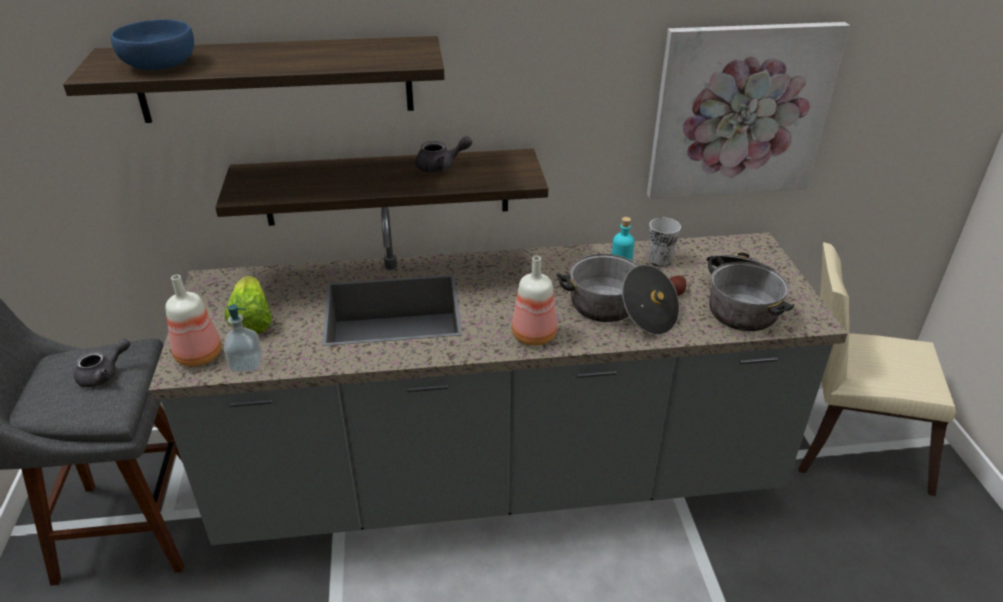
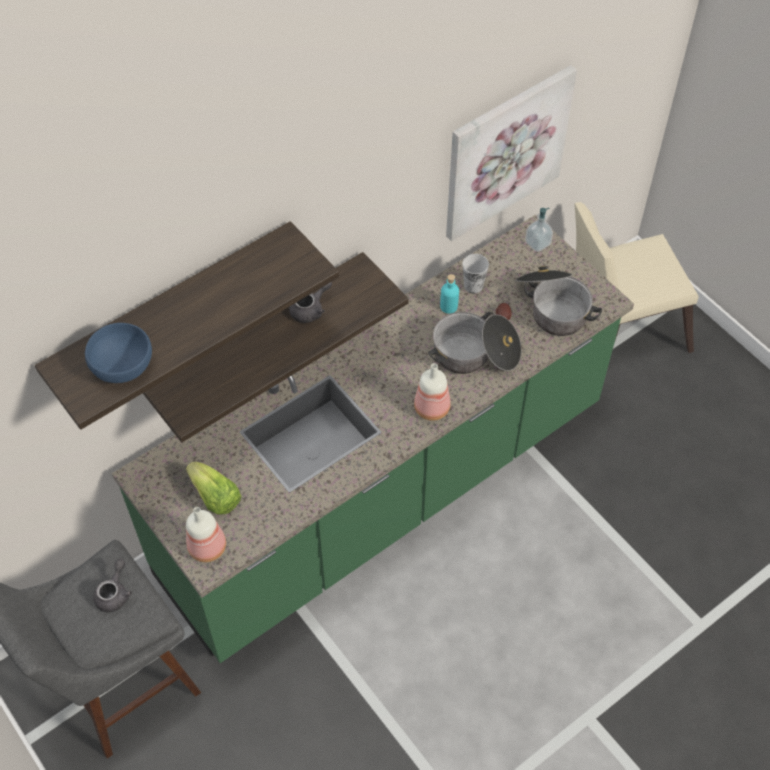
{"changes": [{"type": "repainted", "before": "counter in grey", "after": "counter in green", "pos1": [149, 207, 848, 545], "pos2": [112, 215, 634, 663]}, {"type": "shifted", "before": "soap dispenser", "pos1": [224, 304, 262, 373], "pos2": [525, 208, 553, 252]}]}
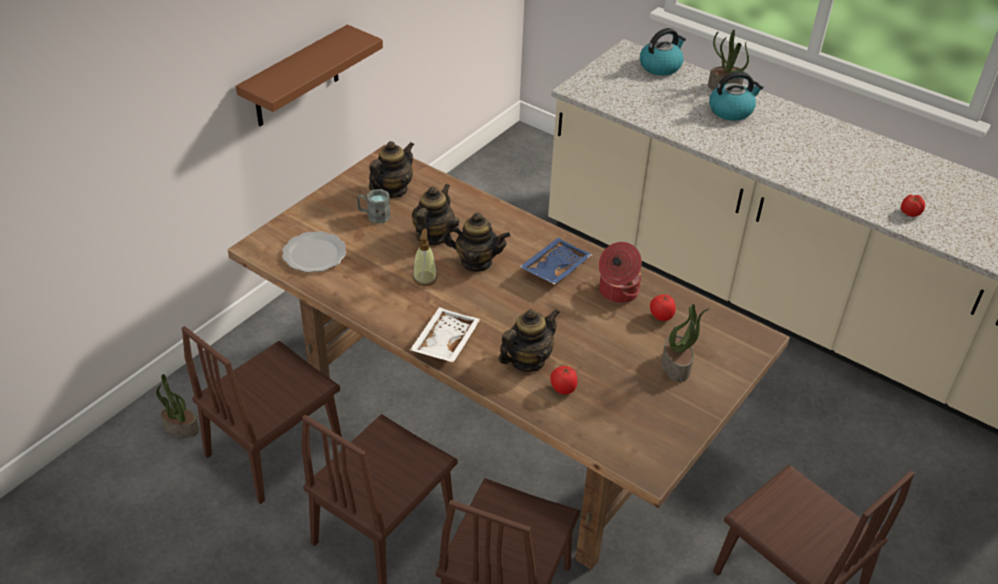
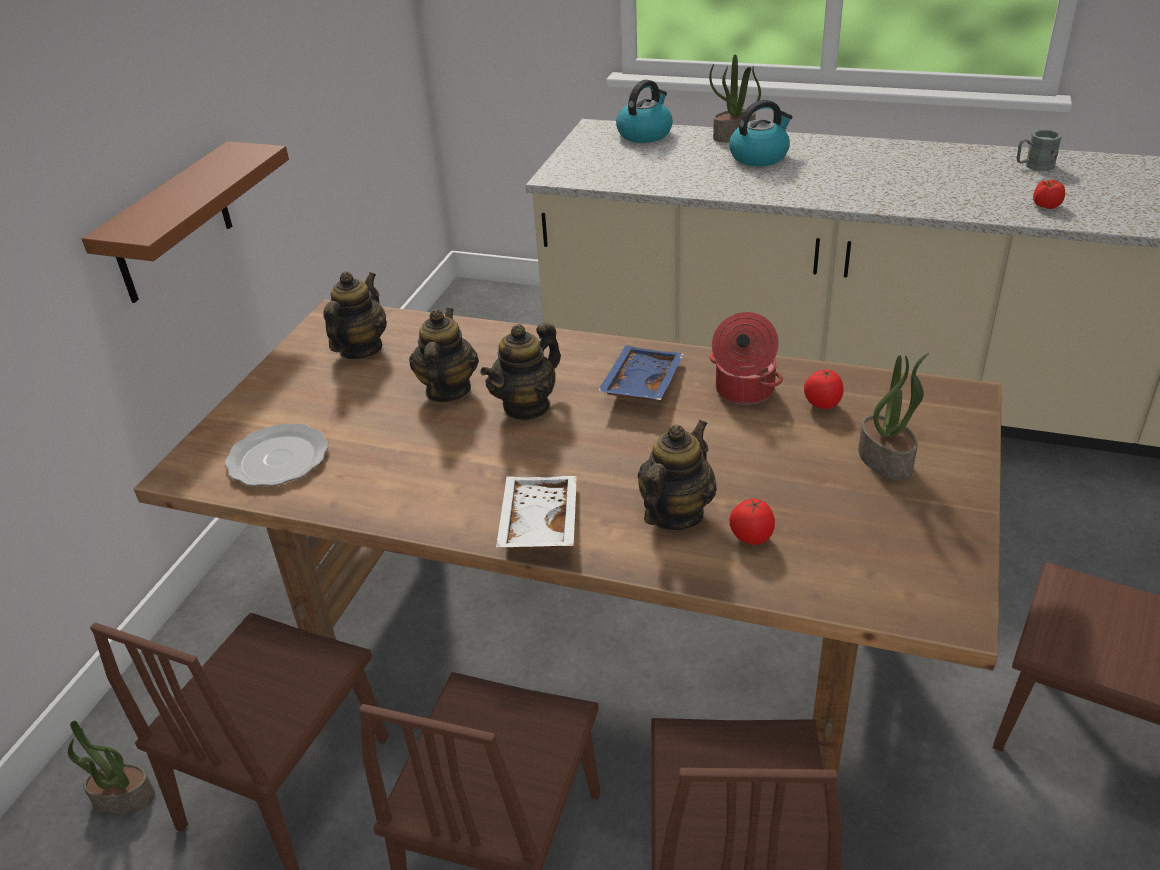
{"changes": [{"type": "shifted", "before": "mug in grey", "pos1": [357, 189, 391, 224], "pos2": [1017, 129, 1062, 171]}, {"type": "rotated", "before": "teapot", "pos1": [443, 212, 511, 272], "pos2": [480, 322, 561, 421], "turn": 135}, {"type": "gone", "before": "soap dispenser", "pos1": [413, 229, 437, 286]}]}
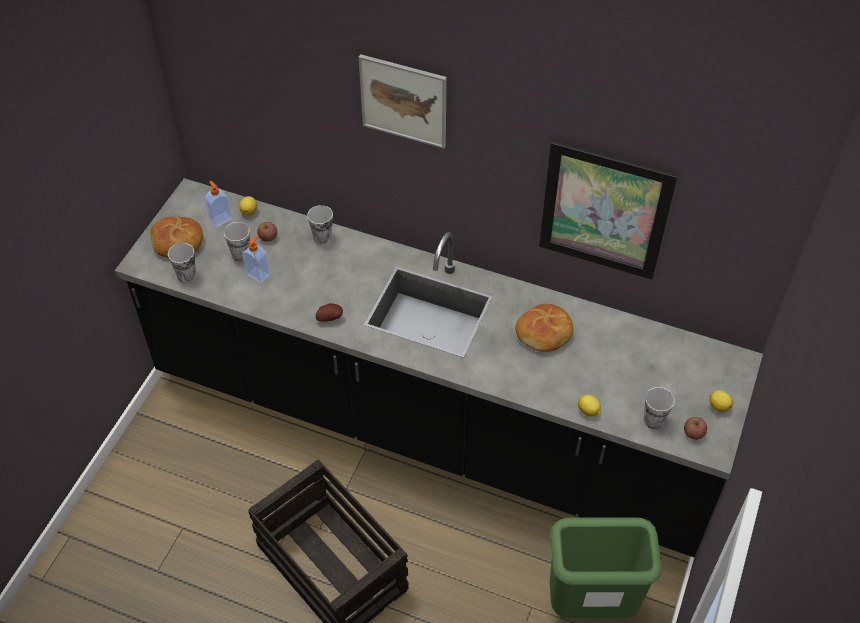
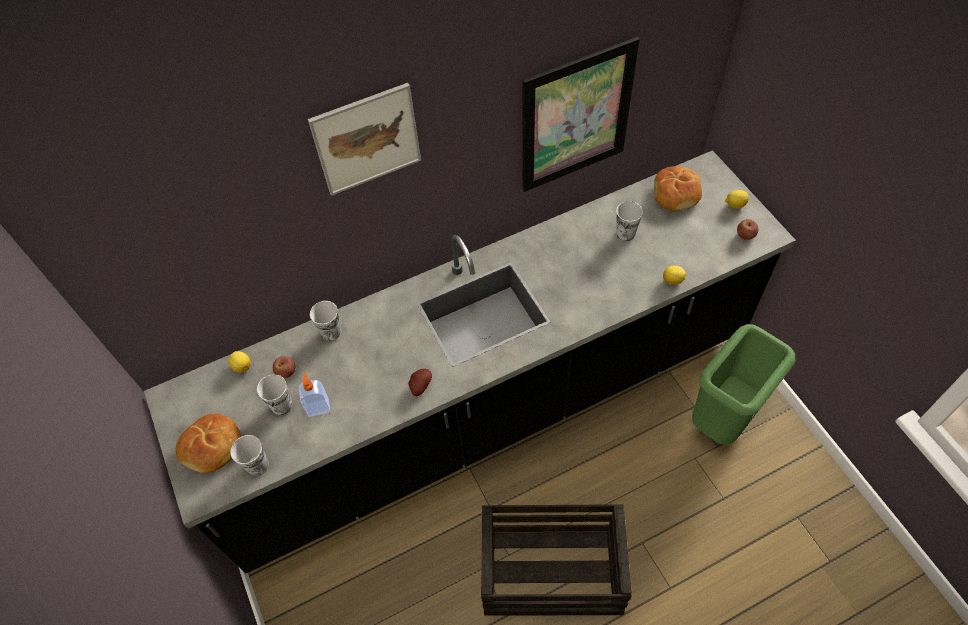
{"changes": [{"type": "gone", "before": "soap dispenser", "pos1": [205, 181, 232, 227]}, {"type": "shifted", "before": "bread", "pos1": [515, 304, 573, 352], "pos2": [654, 166, 702, 211]}, {"type": "shifted", "before": "cup", "pos1": [644, 387, 675, 429], "pos2": [616, 201, 643, 241]}]}
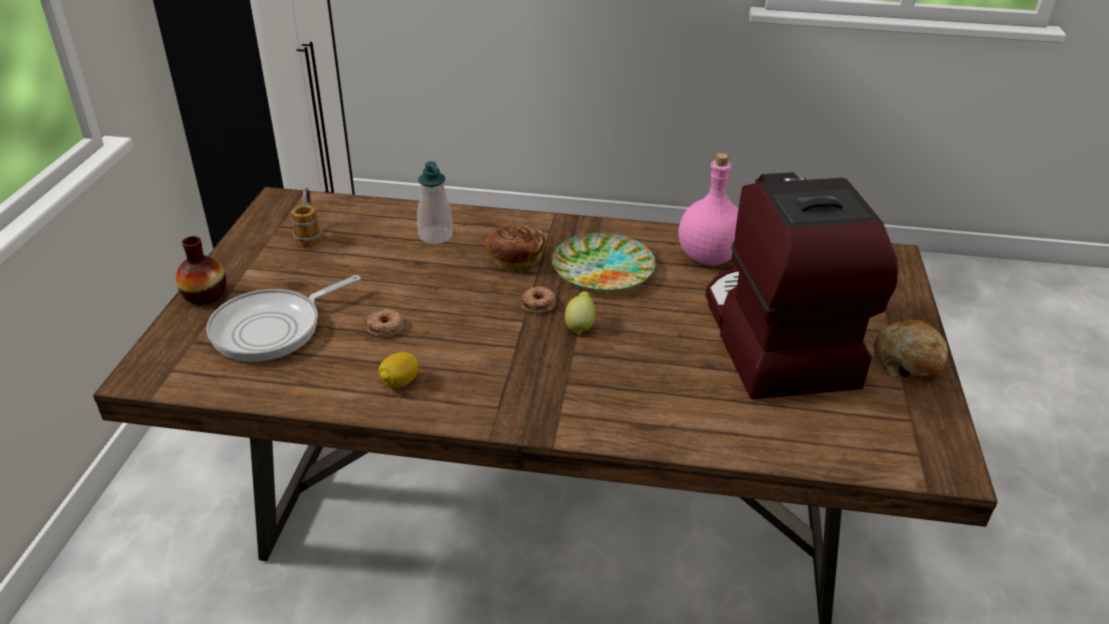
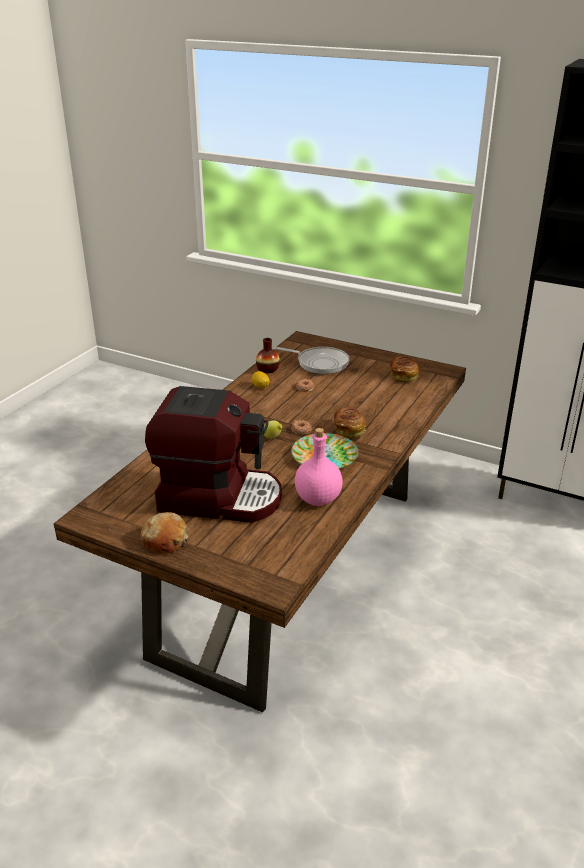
{"changes": [{"type": "gone", "before": "soap dispenser", "pos1": [417, 161, 453, 244]}, {"type": "swapped", "before": "mug", "after": "bread", "pos1": [291, 187, 322, 248], "pos2": [390, 356, 419, 383]}, {"type": "shifted", "before": "vase", "pos1": [176, 236, 226, 305], "pos2": [256, 338, 280, 373]}, {"type": "rotated", "before": "frying pan", "pos1": [206, 275, 361, 362], "pos2": [274, 347, 350, 374], "turn": 135}]}
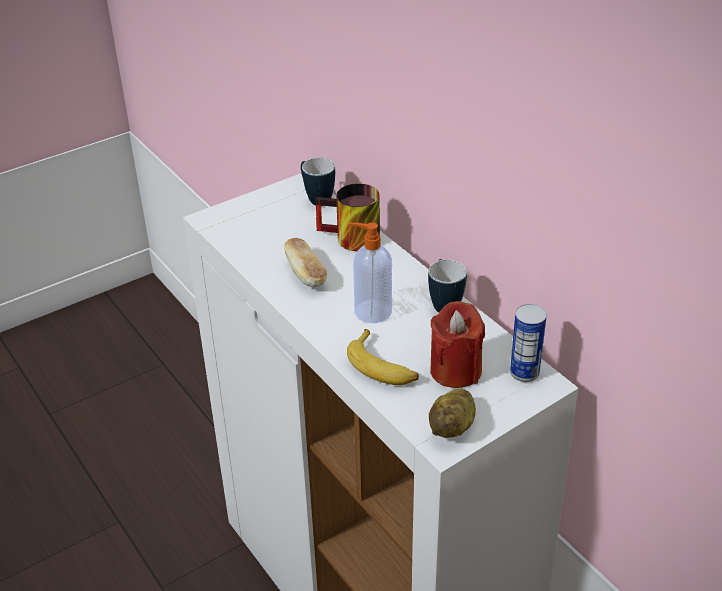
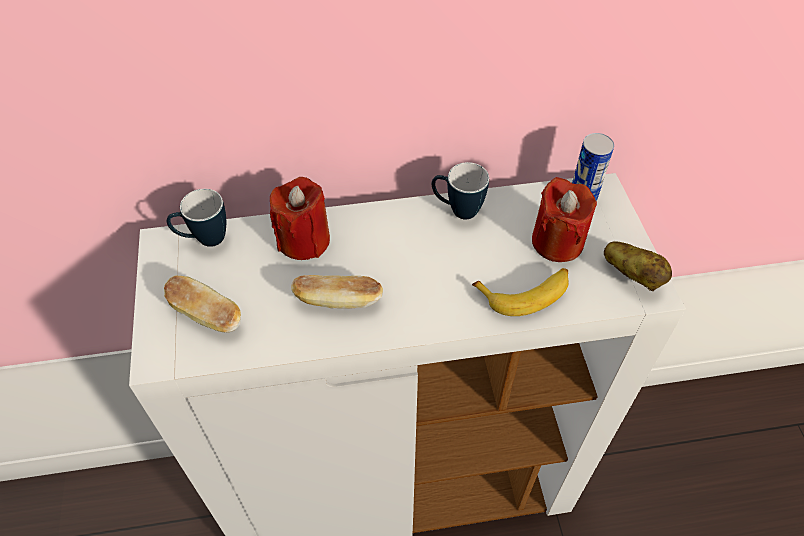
{"changes": [{"type": "swapped", "before": "mug", "after": "candle in red", "pos1": [316, 183, 380, 251], "pos2": [270, 177, 330, 260]}, {"type": "gone", "before": "soap dispenser", "pos1": [349, 222, 392, 323]}, {"type": "new", "after": "bread", "pos2": [164, 276, 241, 333]}]}
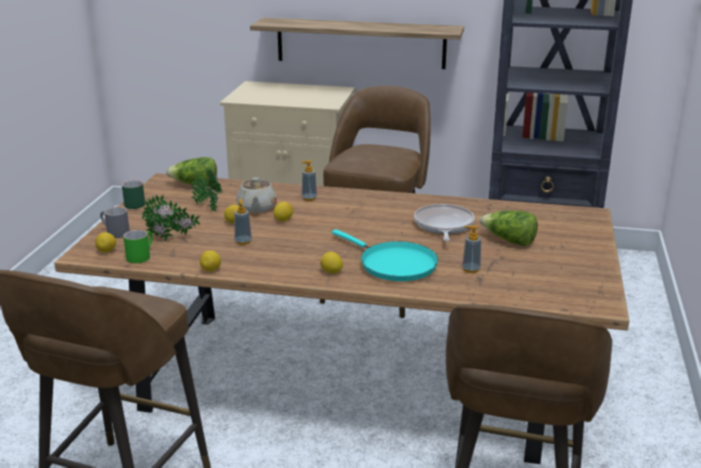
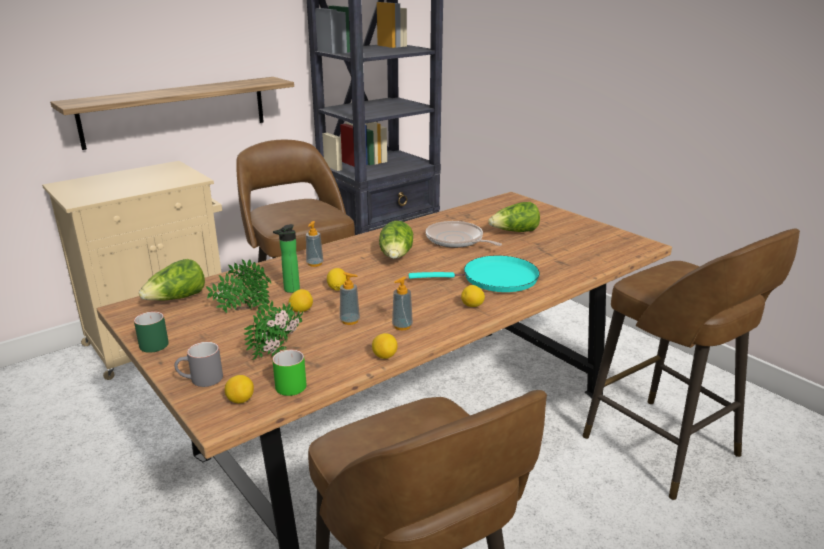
{"changes": [{"type": "swapped", "before": "teapot in beige", "after": "bottle", "pos1": [237, 177, 277, 213], "pos2": [273, 224, 300, 293]}, {"type": "shifted", "before": "soap dispenser", "pos1": [462, 226, 481, 273], "pos2": [392, 277, 413, 330]}, {"type": "new", "after": "lettuce", "pos2": [379, 221, 413, 259]}]}
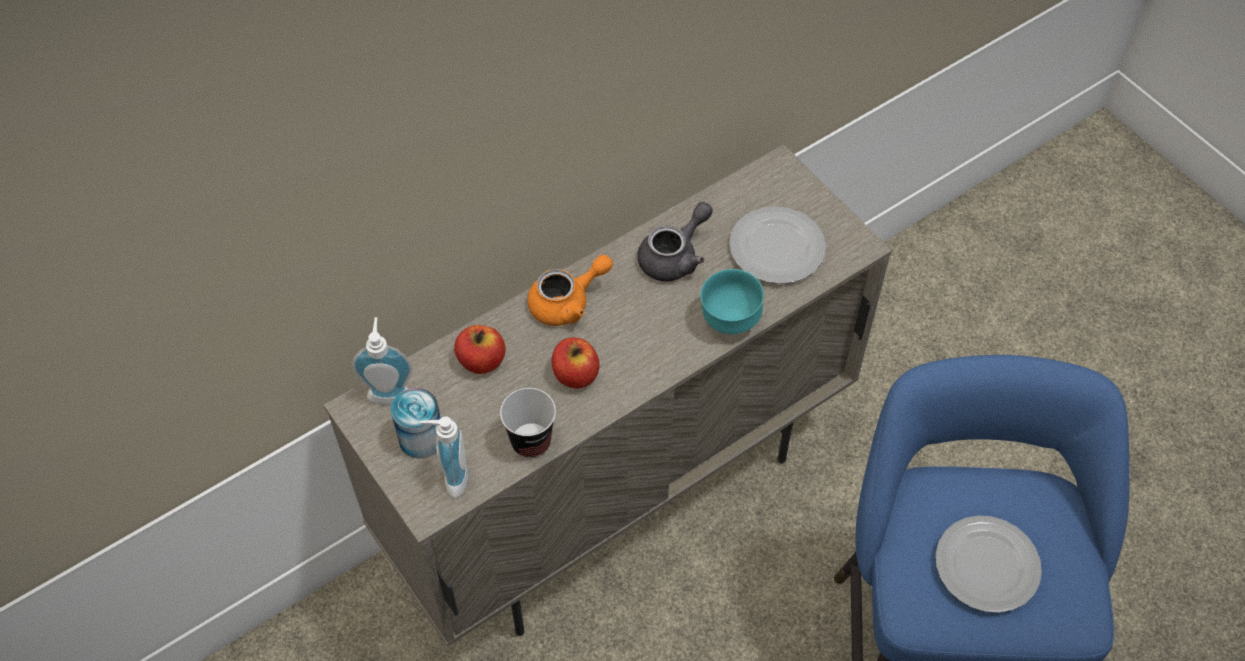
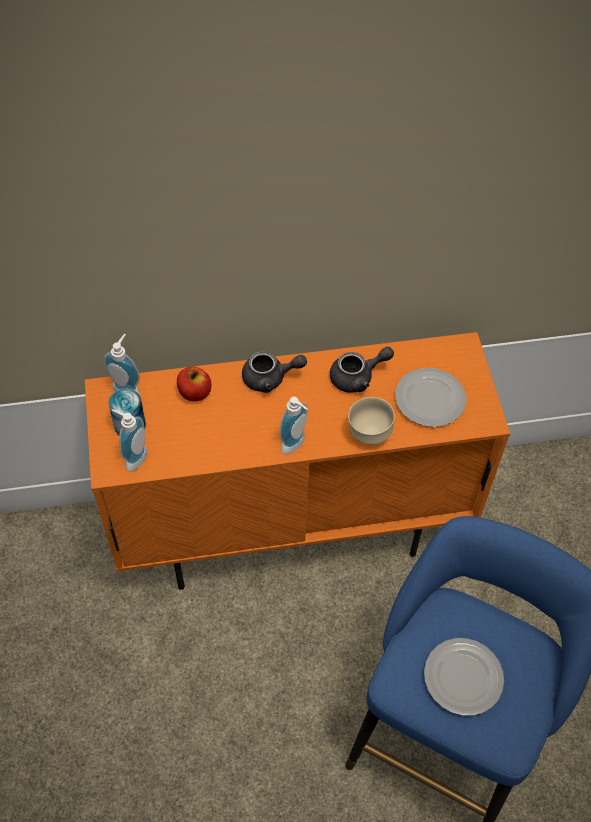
{"changes": [{"type": "repainted", "before": "cabinet in beige", "after": "cabinet in orange", "pos1": [324, 144, 892, 647], "pos2": [85, 332, 510, 590]}, {"type": "repainted", "before": "teapot in orange", "after": "teapot in grey", "pos1": [527, 255, 613, 326], "pos2": [242, 351, 307, 393]}, {"type": "repainted", "before": "bowl in turquoise", "after": "bowl in beige", "pos1": [700, 269, 764, 334], "pos2": [348, 397, 395, 445]}, {"type": "gone", "before": "apple", "pos1": [552, 337, 600, 389]}, {"type": "gone", "before": "cup", "pos1": [500, 388, 556, 458]}, {"type": "new", "after": "soap dispenser", "pos2": [279, 397, 308, 454]}]}
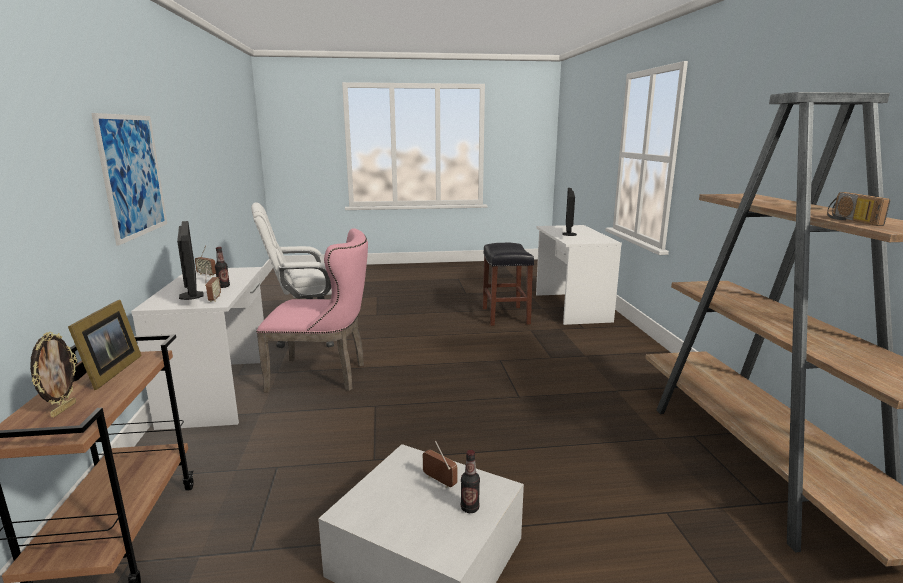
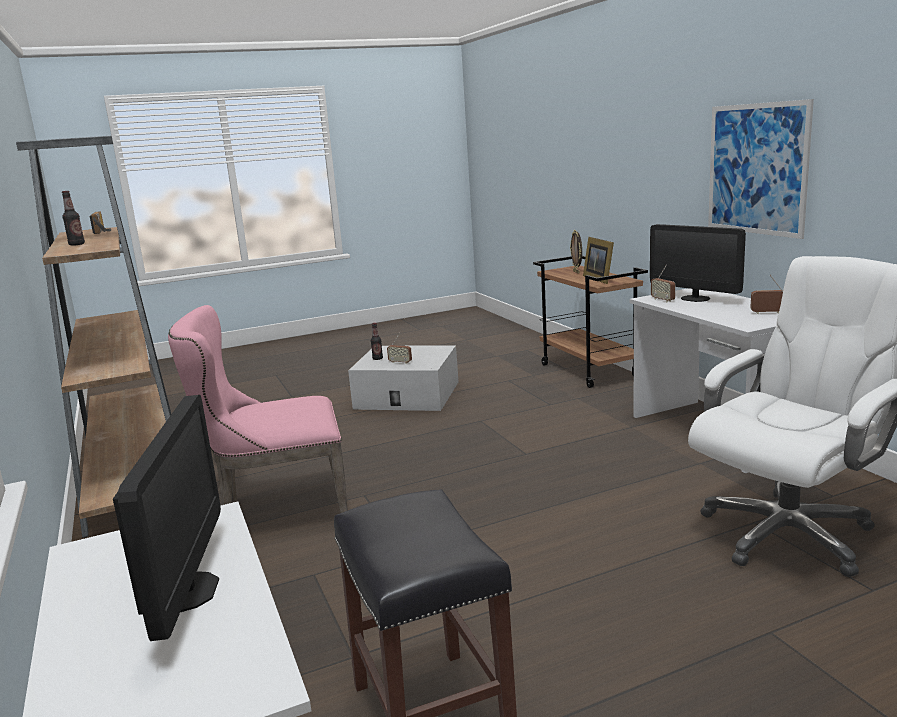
{"changes": [{"type": "shifted", "before": "chair in pink", "pos1": [256, 228, 368, 393], "pos2": [168, 305, 348, 513]}, {"type": "shifted", "before": "bottle", "pos1": [215, 247, 230, 288], "pos2": [62, 191, 85, 246]}]}
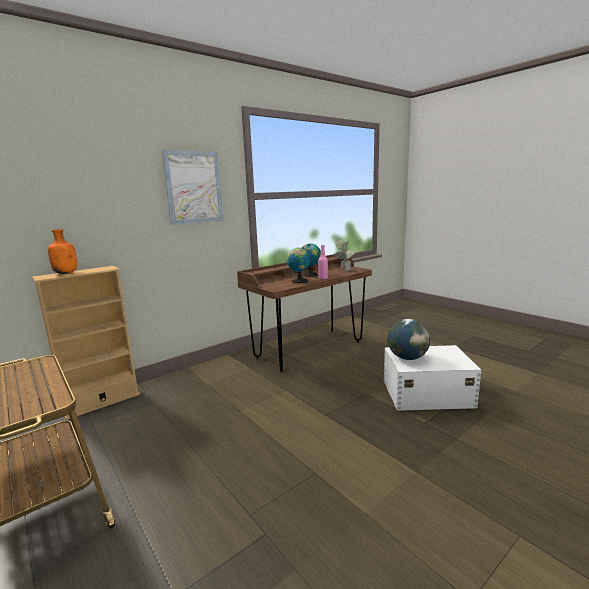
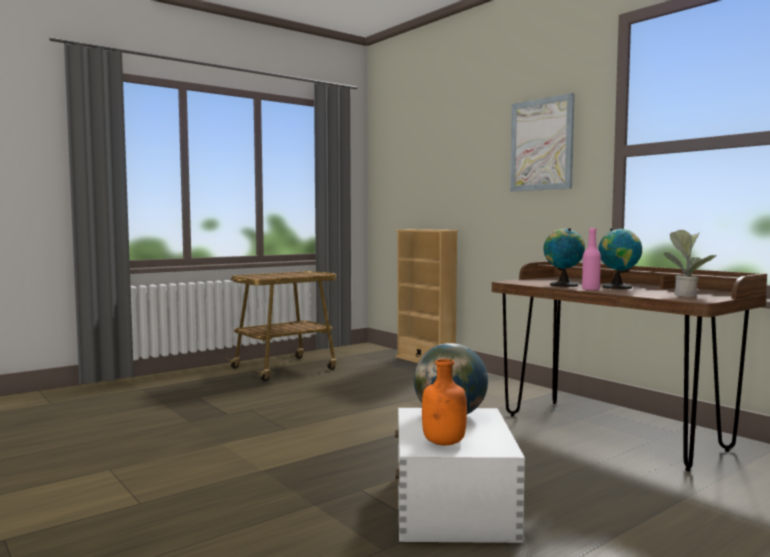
{"changes": [{"type": "shifted", "before": "bottle in orange", "pos1": [48, 229, 77, 274], "pos2": [422, 359, 467, 445]}]}
